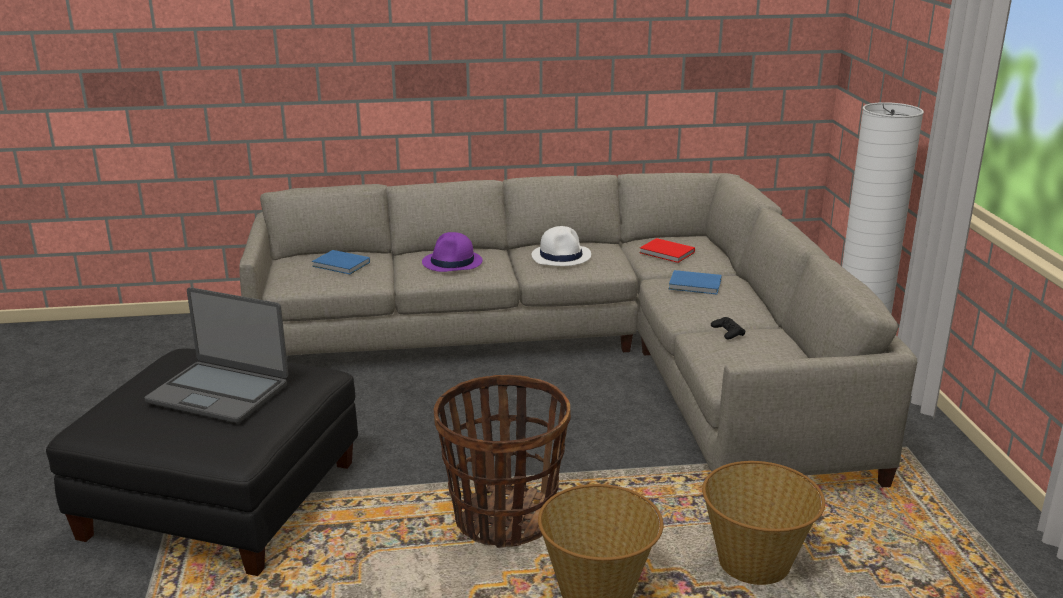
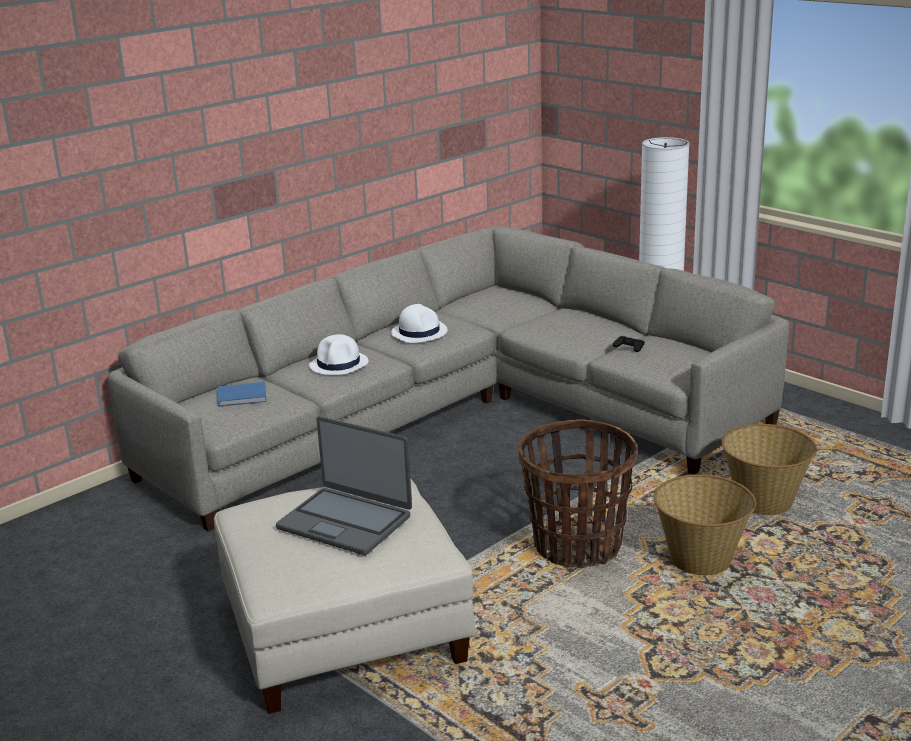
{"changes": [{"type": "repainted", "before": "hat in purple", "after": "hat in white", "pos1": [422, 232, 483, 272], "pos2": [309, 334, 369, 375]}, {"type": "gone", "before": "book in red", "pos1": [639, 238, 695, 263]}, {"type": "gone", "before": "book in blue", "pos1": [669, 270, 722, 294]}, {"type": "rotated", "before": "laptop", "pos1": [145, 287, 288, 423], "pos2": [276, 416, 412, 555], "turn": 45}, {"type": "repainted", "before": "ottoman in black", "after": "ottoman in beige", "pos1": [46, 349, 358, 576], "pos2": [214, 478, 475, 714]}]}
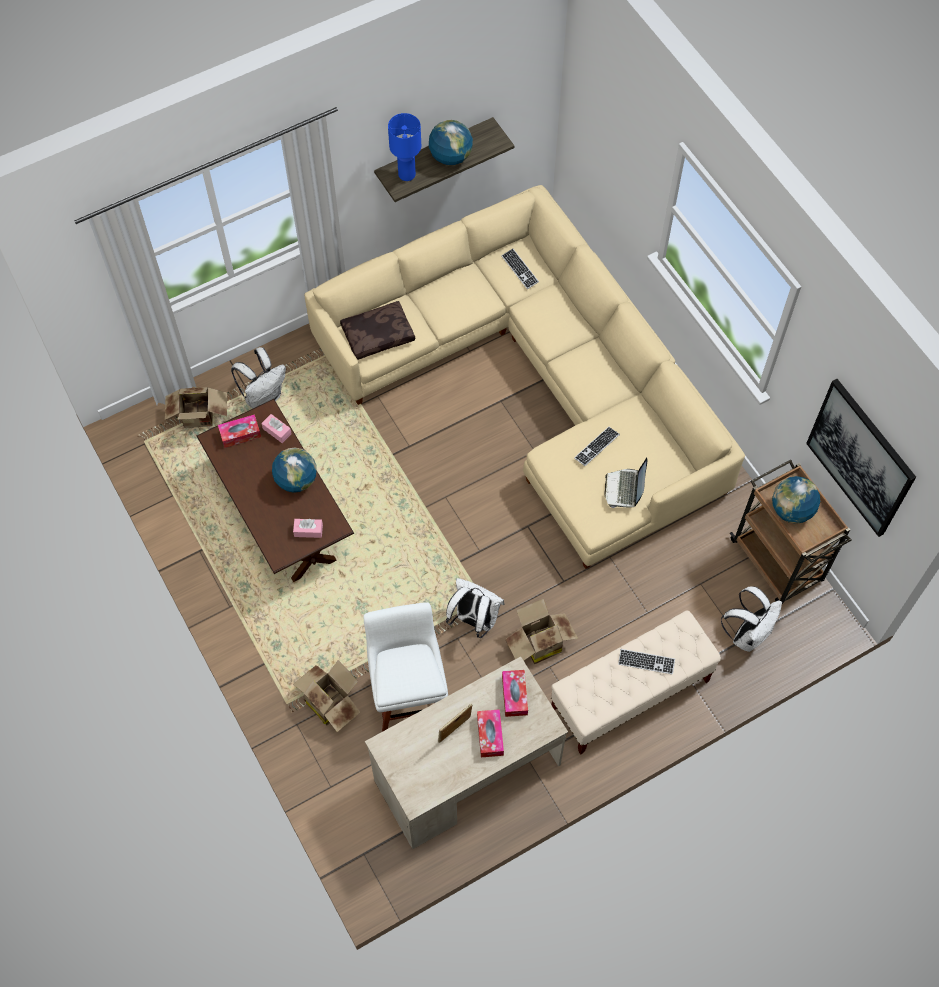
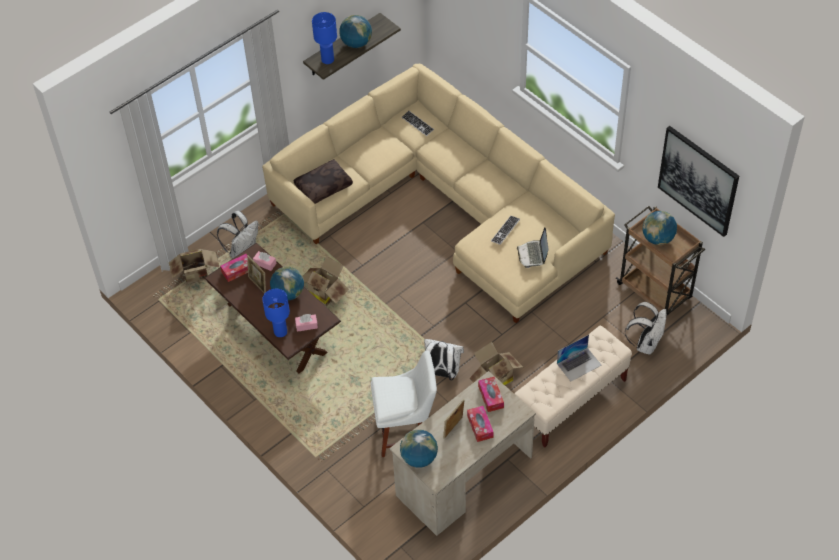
{"changes": [{"type": "rotated", "before": "chair in white", "pos1": [364, 602, 448, 732], "pos2": [371, 351, 437, 457], "turn": 105}, {"type": "swapped", "before": "keyboard", "after": "laptop", "pos1": [618, 649, 675, 675], "pos2": [557, 335, 601, 381]}, {"type": "shifted", "before": "cardboard box", "pos1": [293, 660, 360, 732], "pos2": [303, 256, 349, 306]}, {"type": "new", "after": "picture frame", "pos2": [247, 255, 266, 294]}, {"type": "new", "after": "table lamp in blue", "pos2": [262, 289, 290, 337]}, {"type": "new", "after": "globe", "pos2": [400, 430, 438, 467]}]}
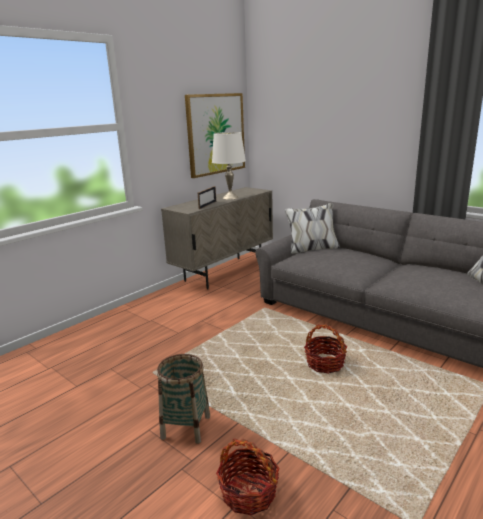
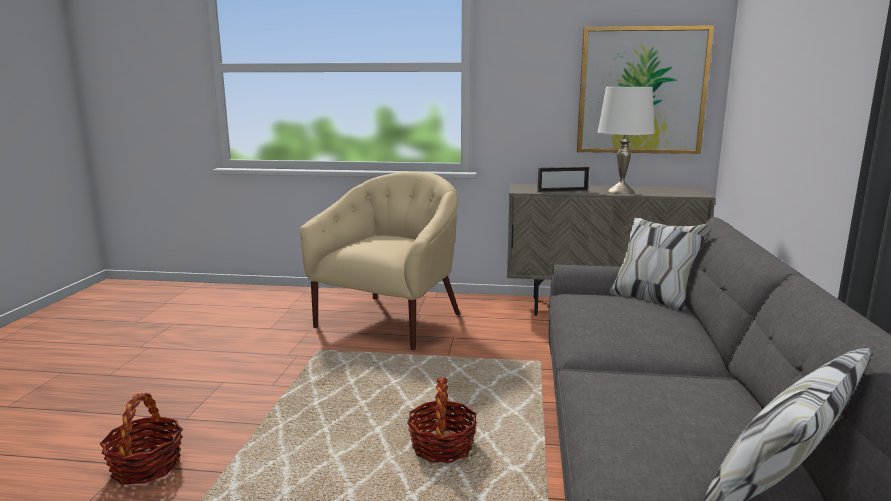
{"changes": [{"type": "gone", "before": "basket", "pos1": [157, 354, 210, 444]}, {"type": "new", "after": "armchair in beige", "pos2": [300, 171, 460, 350]}]}
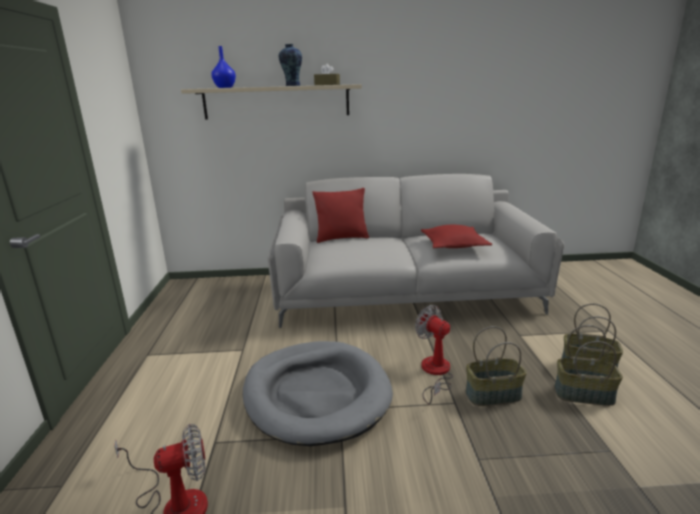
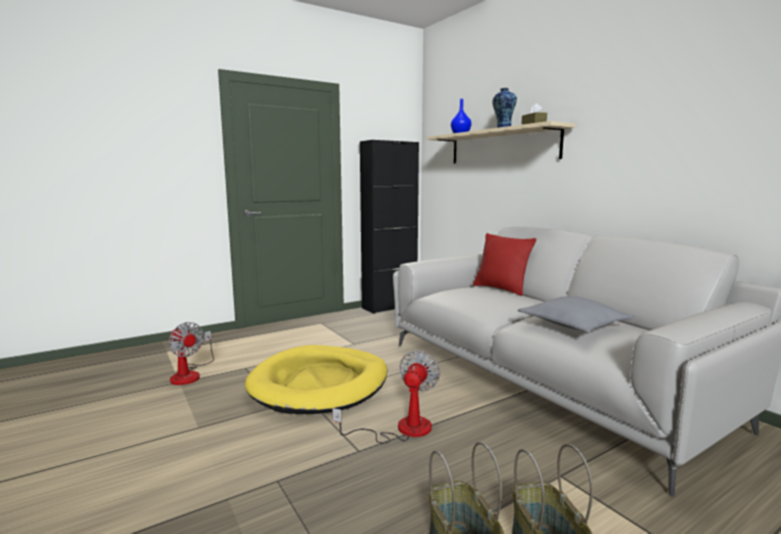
{"changes": [{"type": "repainted", "before": "pillow in red", "after": "pillow in grey", "pos1": [421, 225, 492, 248], "pos2": [518, 296, 635, 333]}, {"type": "gone", "before": "basket", "pos1": [465, 326, 527, 406]}, {"type": "repainted", "before": "dog bed in grey", "after": "dog bed in yellow", "pos1": [243, 341, 393, 446], "pos2": [245, 345, 387, 414]}, {"type": "new", "after": "cabinet in black", "pos2": [360, 140, 419, 314]}]}
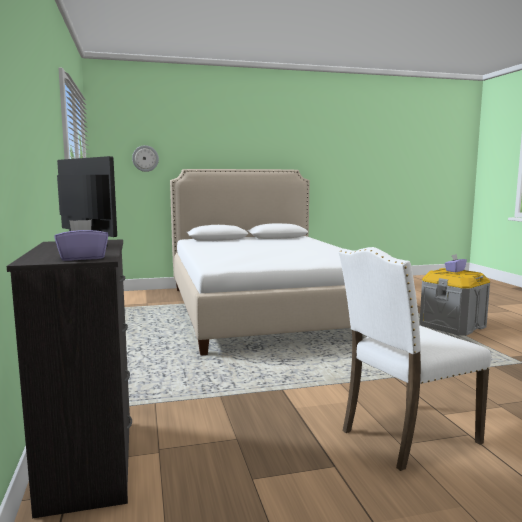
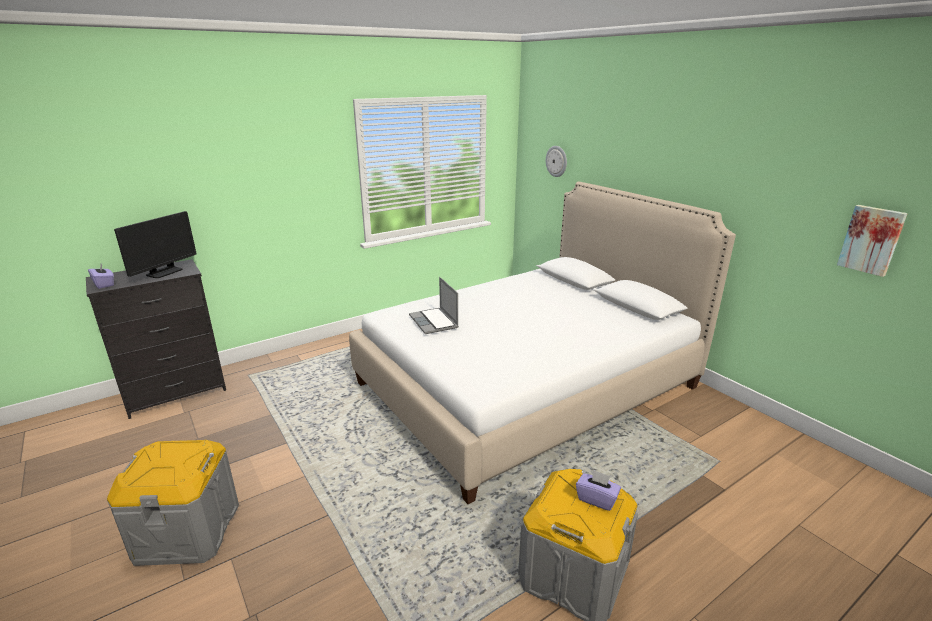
{"changes": [{"type": "swapped", "before": "chair in white", "after": "storage box in grey", "pos1": [338, 247, 492, 471], "pos2": [107, 440, 239, 566]}, {"type": "new", "after": "picture", "pos2": [837, 205, 908, 277]}, {"type": "new", "after": "laptop", "pos2": [409, 277, 459, 334]}]}
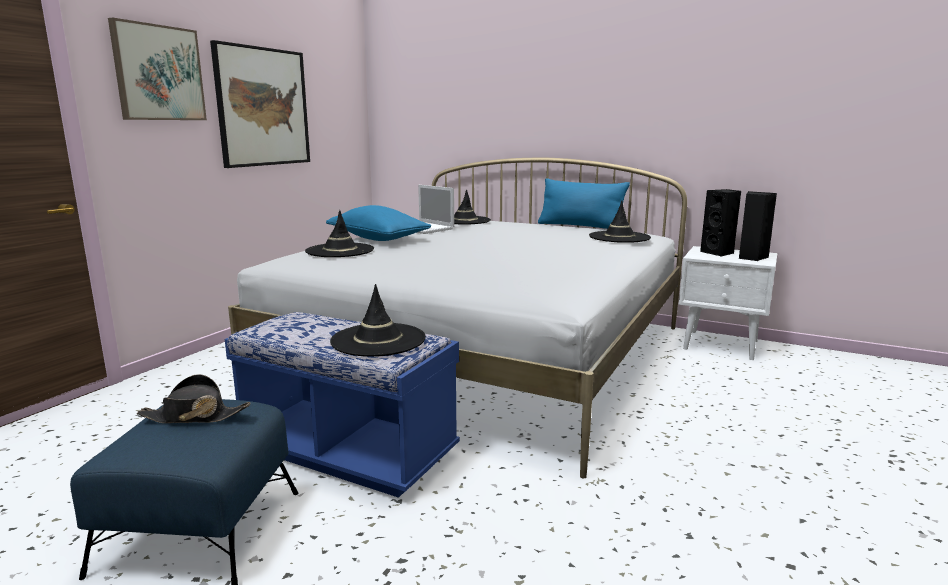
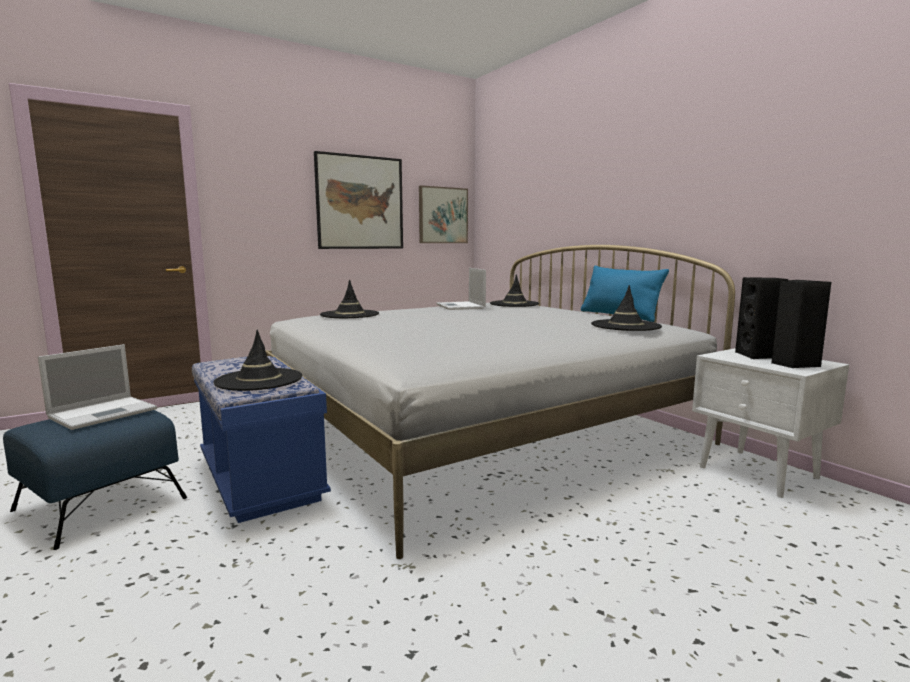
{"changes": [{"type": "shifted", "before": "picture", "pos1": [108, 17, 207, 120], "pos2": [419, 186, 468, 243]}, {"type": "gone", "before": "pillow in blue", "pos1": [326, 205, 431, 241]}, {"type": "swapped", "before": "hat in black", "after": "laptop", "pos1": [137, 374, 250, 423], "pos2": [38, 344, 157, 430]}]}
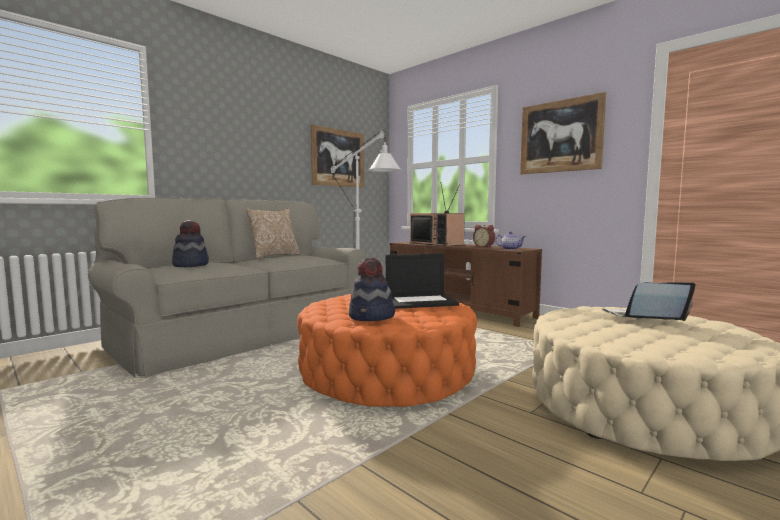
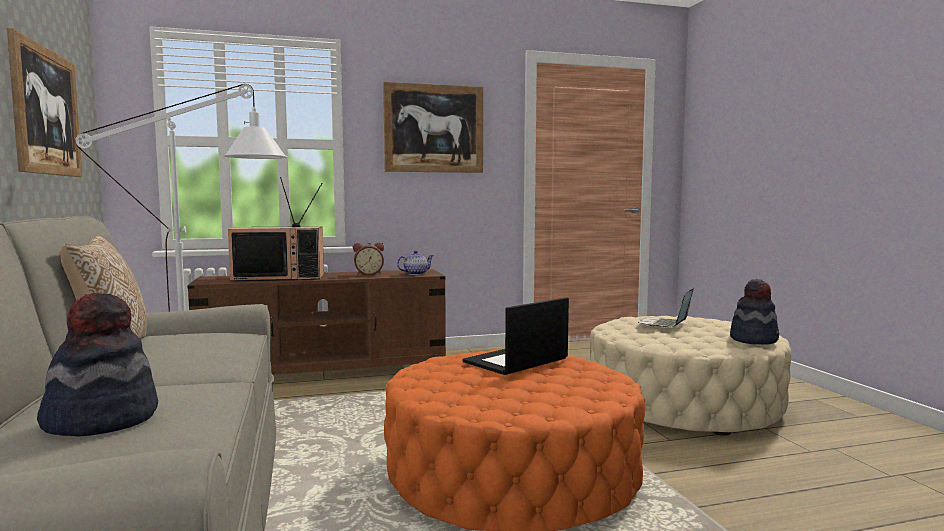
{"changes": [{"type": "rotated", "before": "laptop", "pos1": [386, 254, 459, 309], "pos2": [462, 297, 569, 375], "turn": -150}, {"type": "shifted", "before": "hat", "pos1": [349, 257, 395, 321], "pos2": [730, 279, 779, 345]}]}
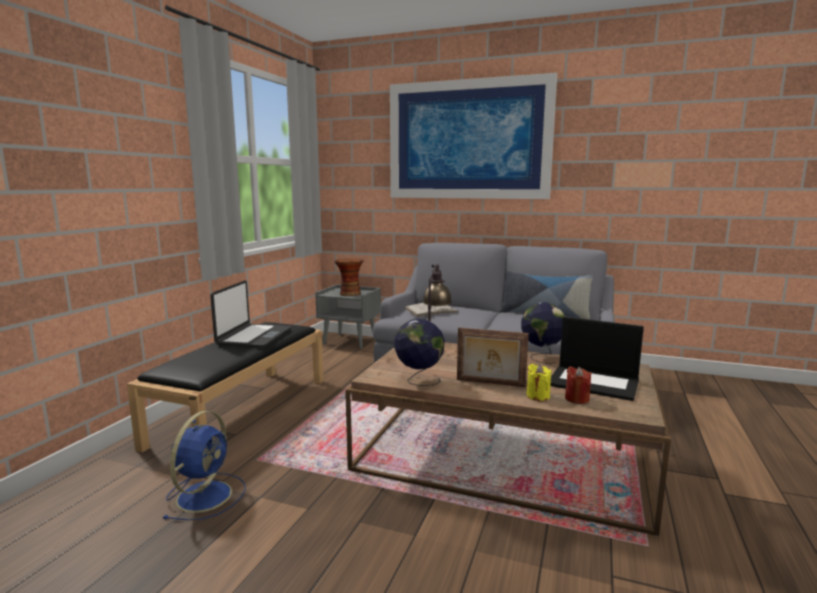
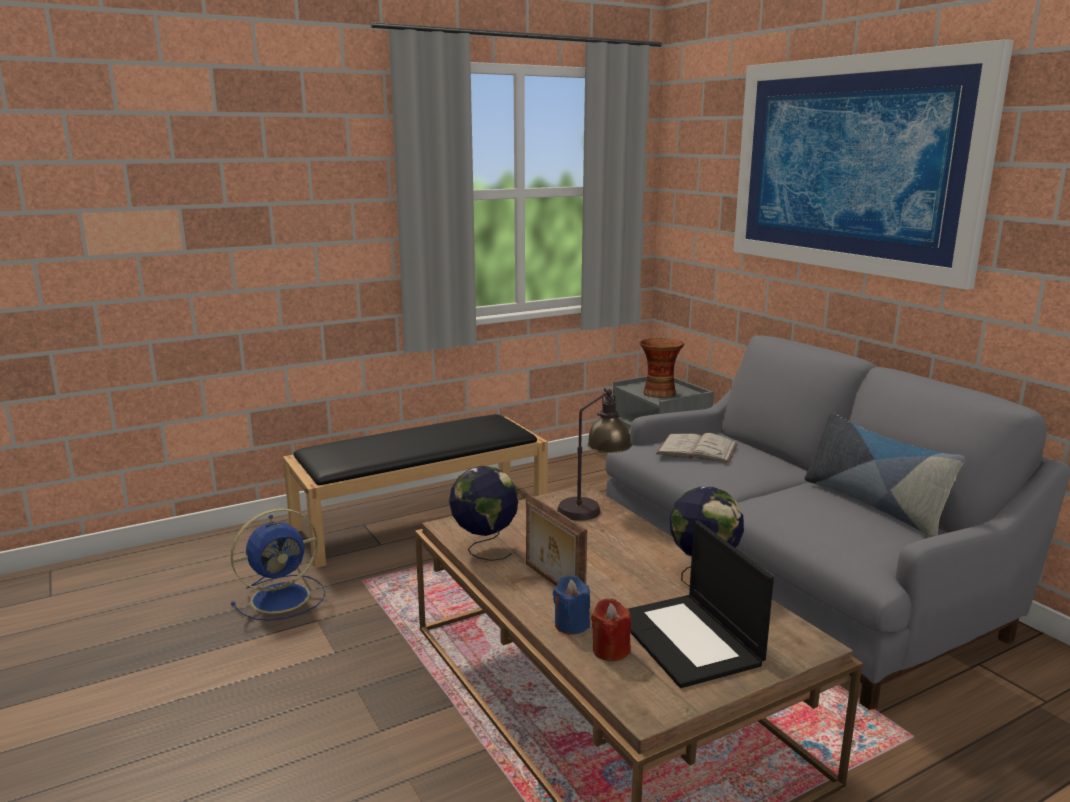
{"changes": [{"type": "gone", "before": "laptop", "pos1": [210, 280, 291, 348]}, {"type": "repainted", "before": "candle in yellow", "after": "candle in blue", "pos1": [526, 364, 551, 401], "pos2": [553, 575, 590, 634]}]}
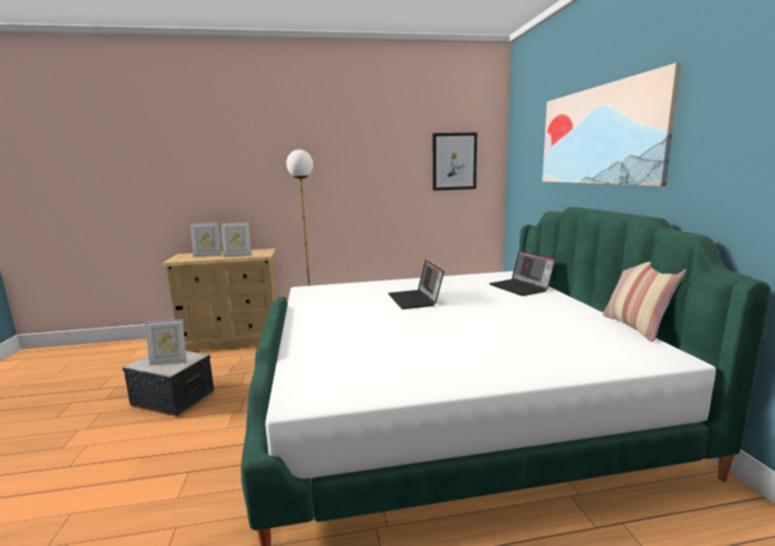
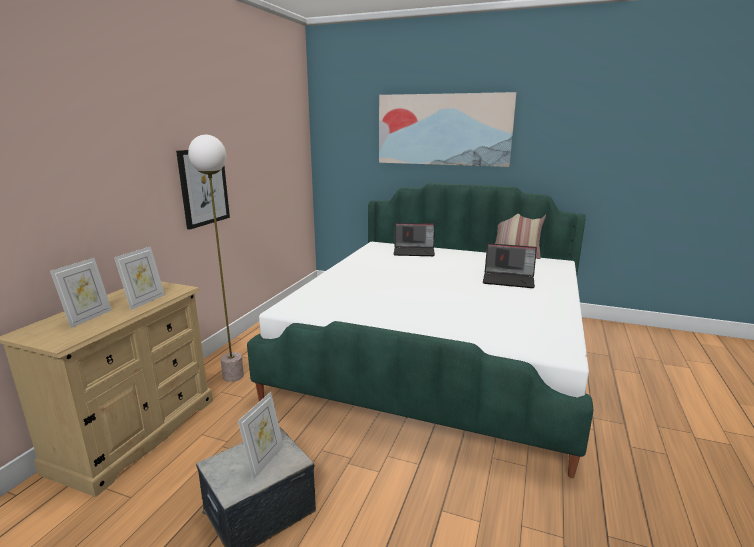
{"changes": [{"type": "shifted", "before": "picture", "pos1": [433, 132, 477, 191], "pos2": [176, 150, 230, 230]}, {"type": "shifted", "before": "laptop", "pos1": [388, 260, 444, 309], "pos2": [483, 243, 537, 288]}]}
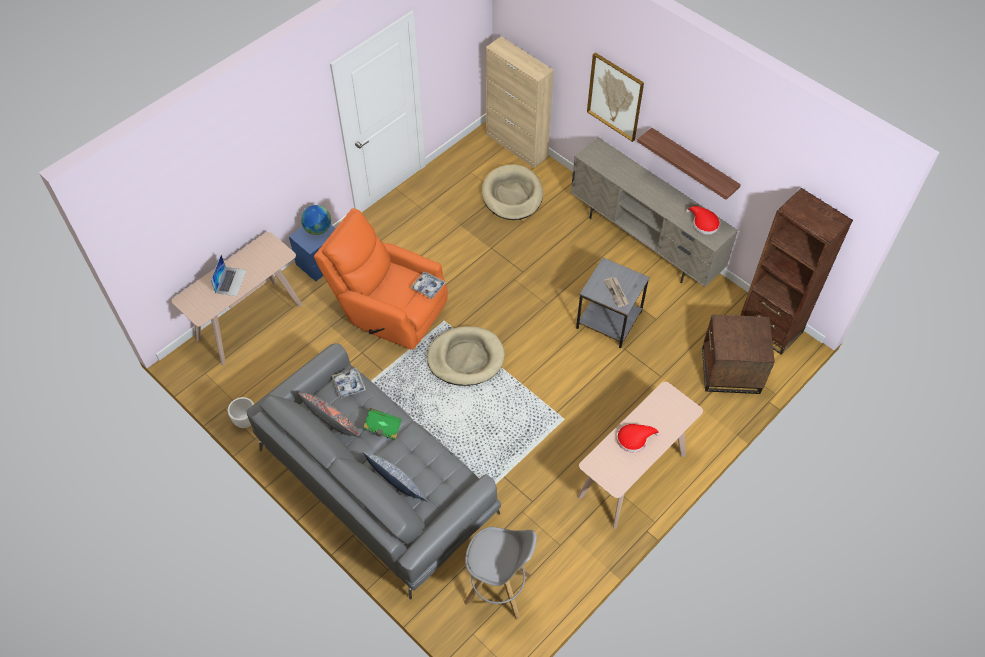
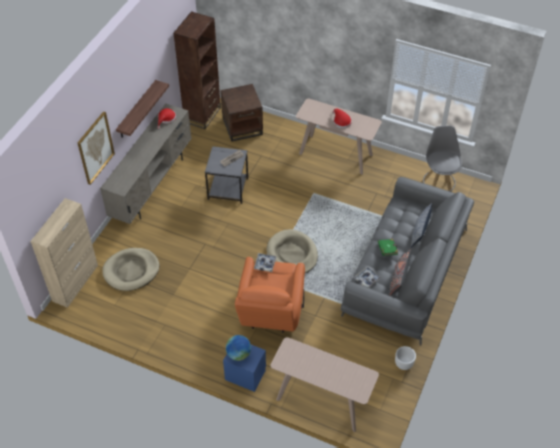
{"changes": [{"type": "gone", "before": "laptop", "pos1": [211, 255, 247, 296]}]}
